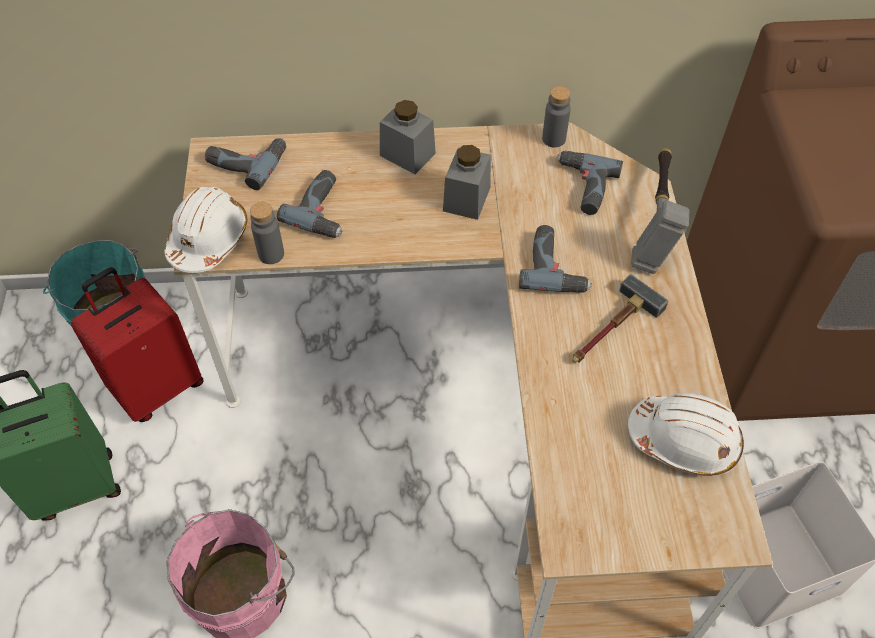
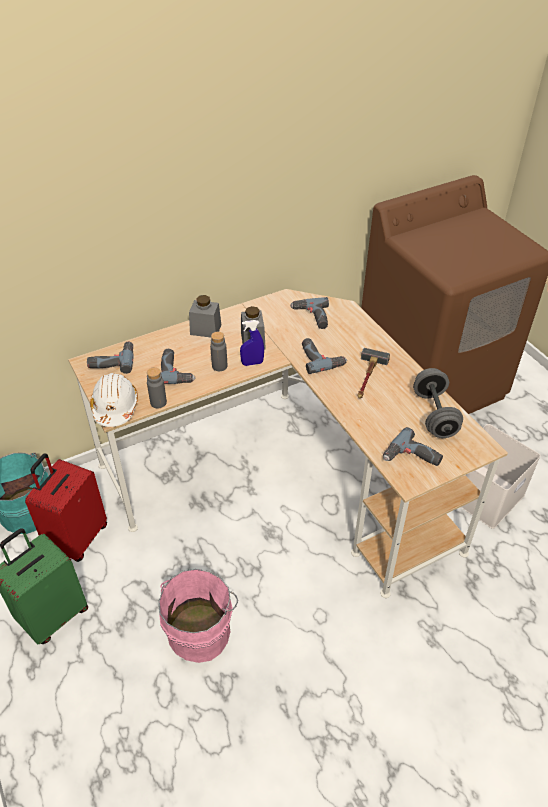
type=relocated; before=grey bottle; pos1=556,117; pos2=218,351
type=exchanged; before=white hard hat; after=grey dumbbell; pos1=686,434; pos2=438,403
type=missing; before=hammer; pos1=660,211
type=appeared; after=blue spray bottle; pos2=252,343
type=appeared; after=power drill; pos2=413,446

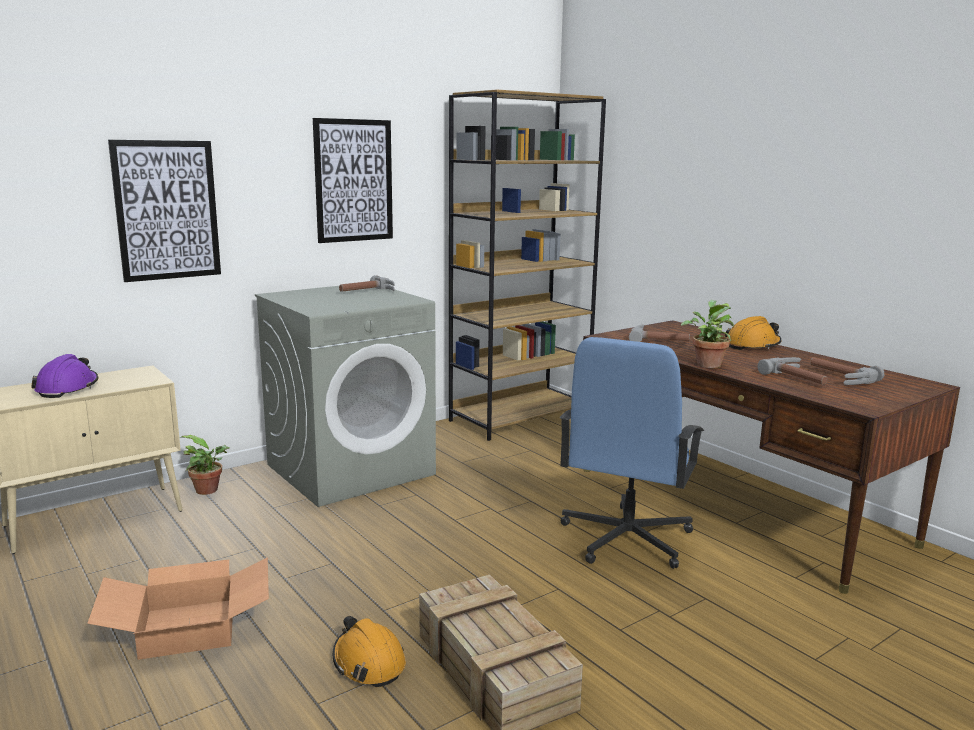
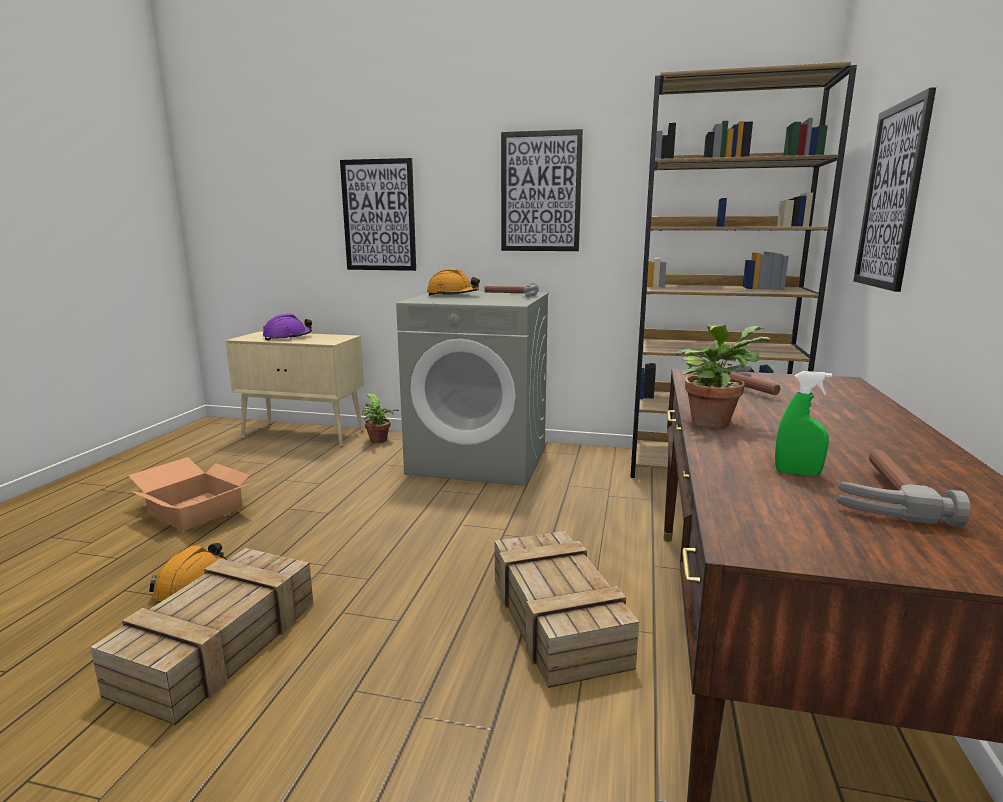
type=exchanged; before=blue office chair; after=crate; pos1=632,453; pos2=567,609
type=relocated; before=orange hard hat; pos1=752,333; pos2=453,282
type=exchanged; before=hammer; after=green spray bottle; pos1=792,370; pos2=803,423
type=appeared; after=picture; pos2=894,189

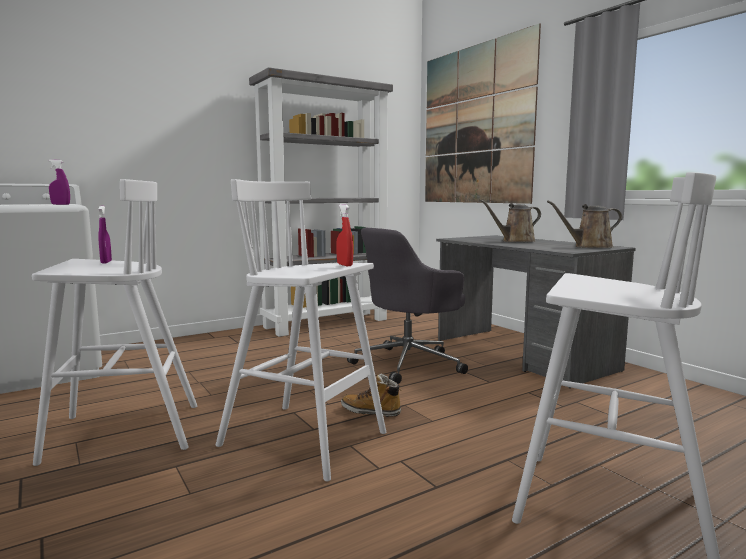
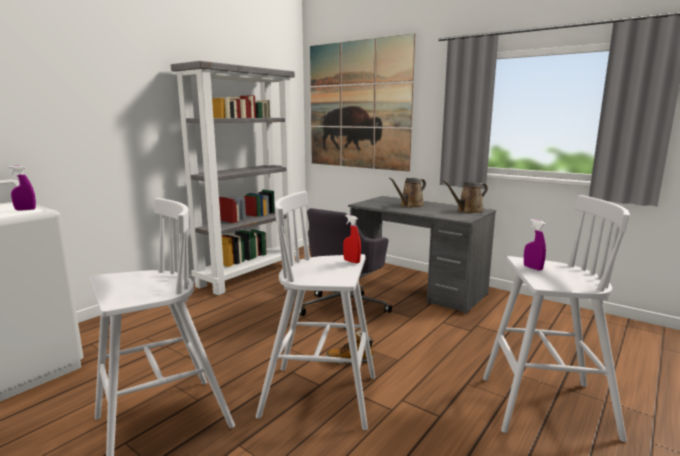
type=relocated; before=purple spray bottle; pos1=105,235; pos2=535,245

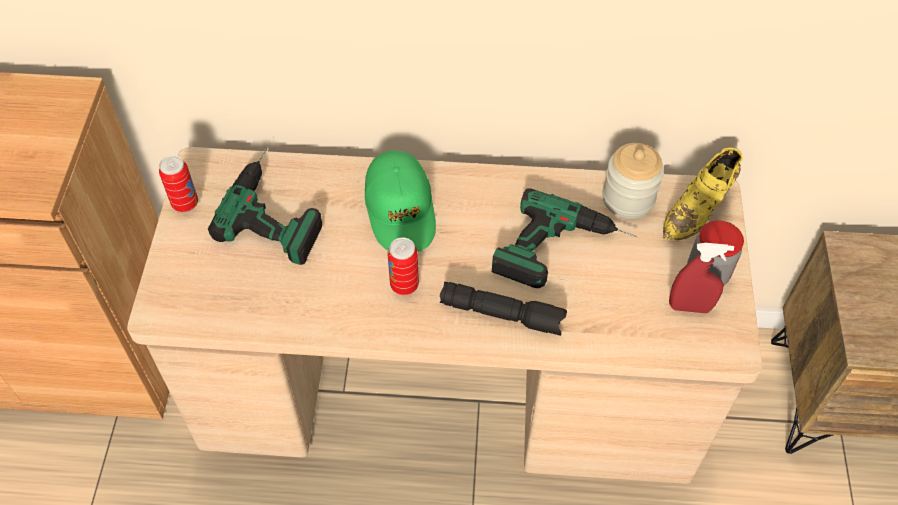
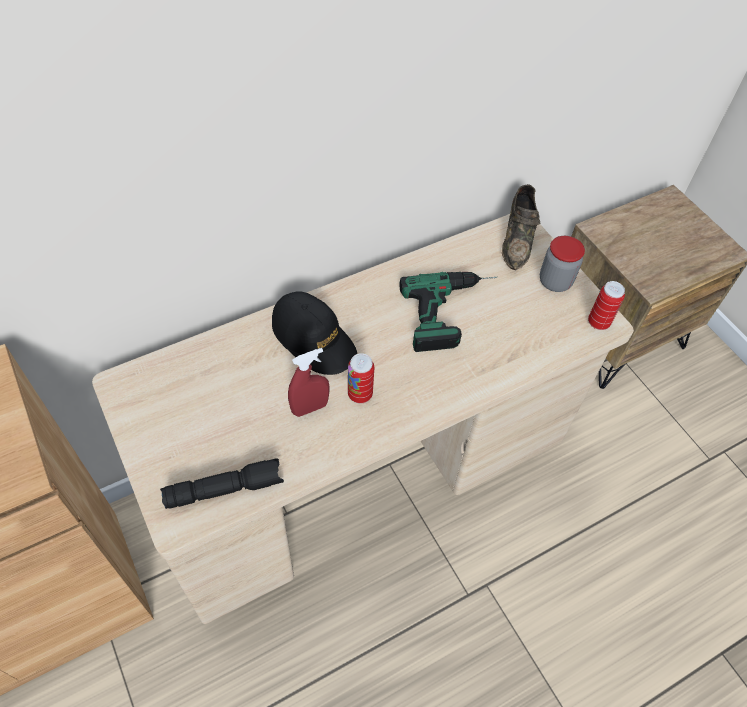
type=relocated; before=can; pos1=178,184; pos2=606,305
type=missing; before=power drill; pos1=265,206
type=colour; before=green cap; after=black cap; pos1=400,201; pos2=314,333
type=relocated; before=black flashlight; pos1=503,309; pos2=222,483
type=missing; before=jar; pos1=633,181
type=colour; before=yellow shoe; after=brown shoe; pos1=703,193; pos2=521,227
type=relocated; before=red spray bottle; pos1=701,278; pos2=309,382

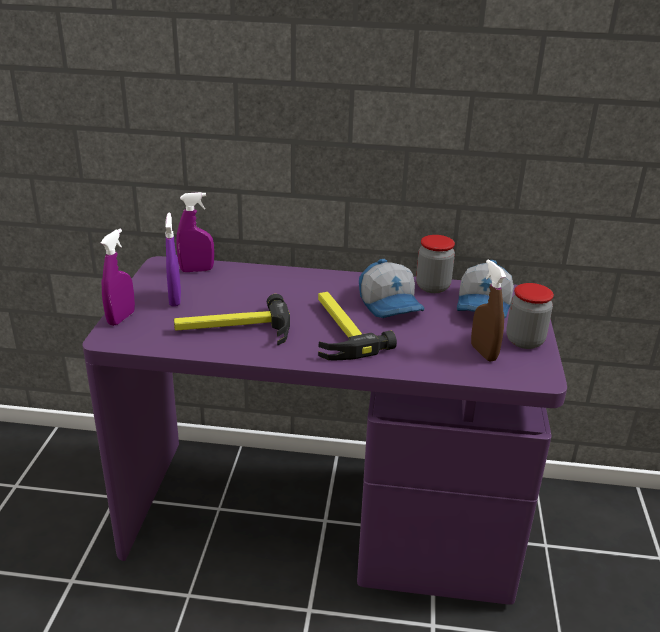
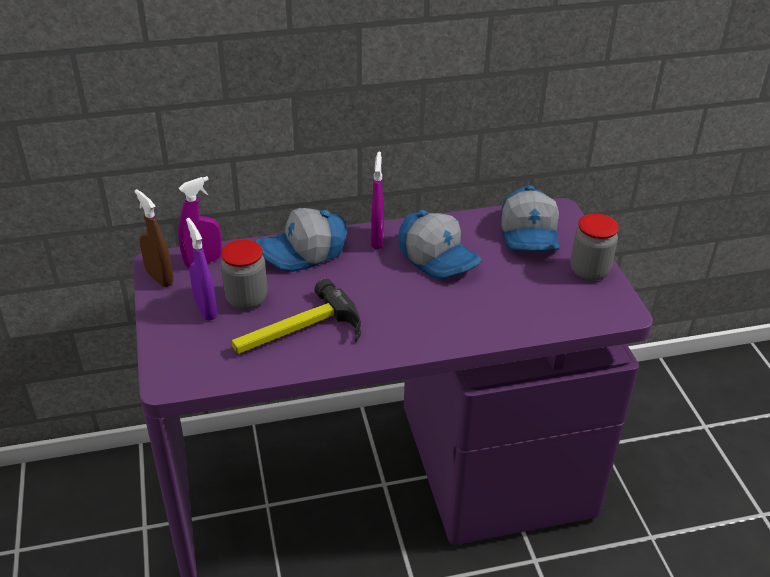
type=relocated; before=purple spray bottle; pos1=118,277; pos2=377,200
type=missing; before=hammer; pos1=357,326
type=relocated; before=jar; pos1=435,264; pos2=244,274
type=relocated; before=brown spray bottle; pos1=488,310; pos2=153,238
type=appeared; after=cap; pos2=301,240

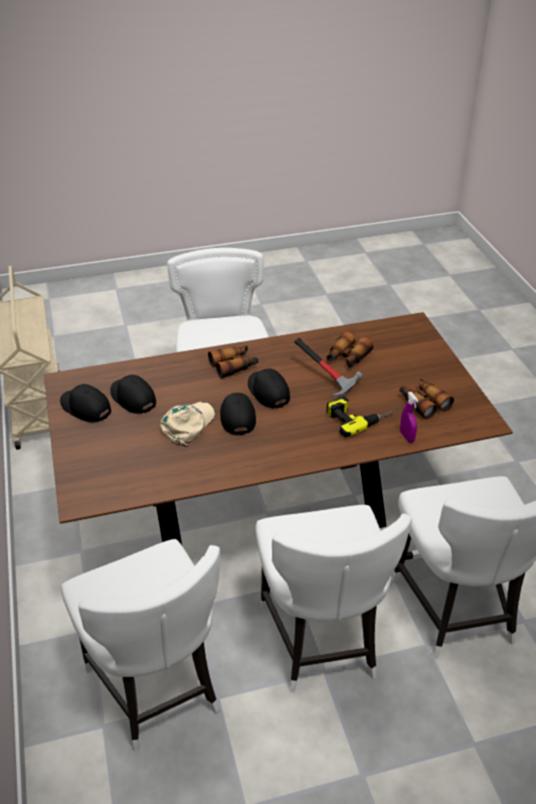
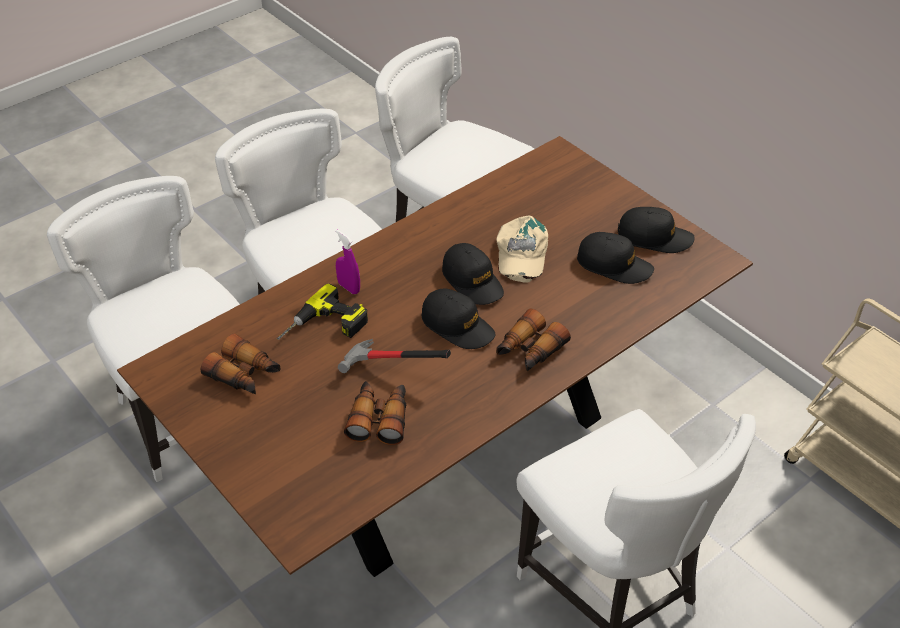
type=relocated; before=purple spray bottle; pos1=409,417; pos2=348,262

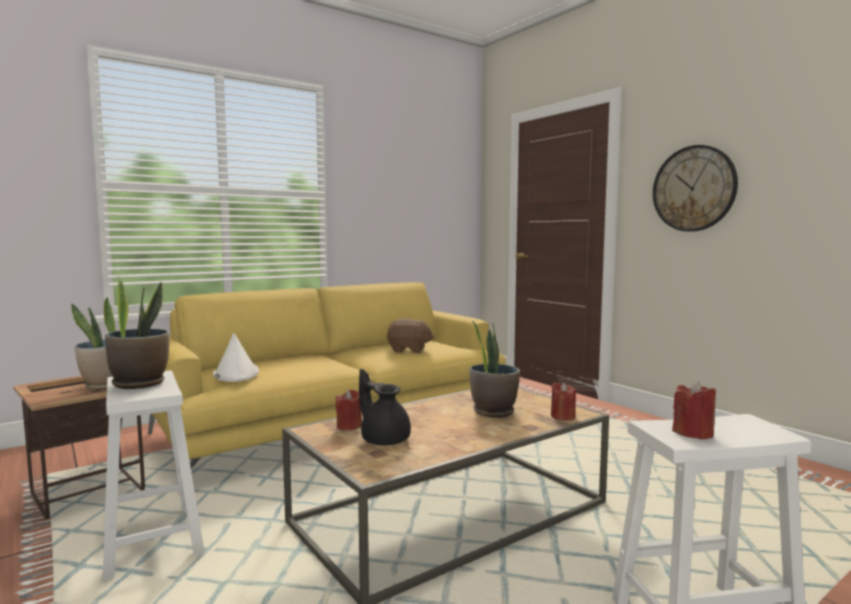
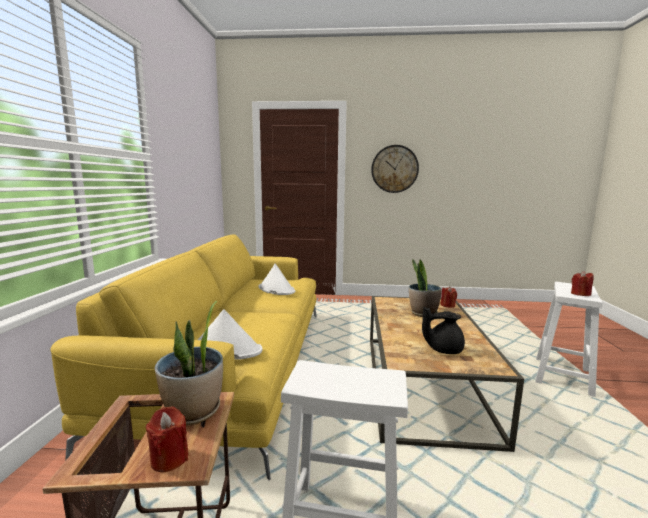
type=missing; before=potted plant; pos1=137,332
type=relocated; before=red candle; pos1=348,410; pos2=167,439
type=exchanged; before=brown plush toy; after=white hat; pos1=410,336; pos2=277,279

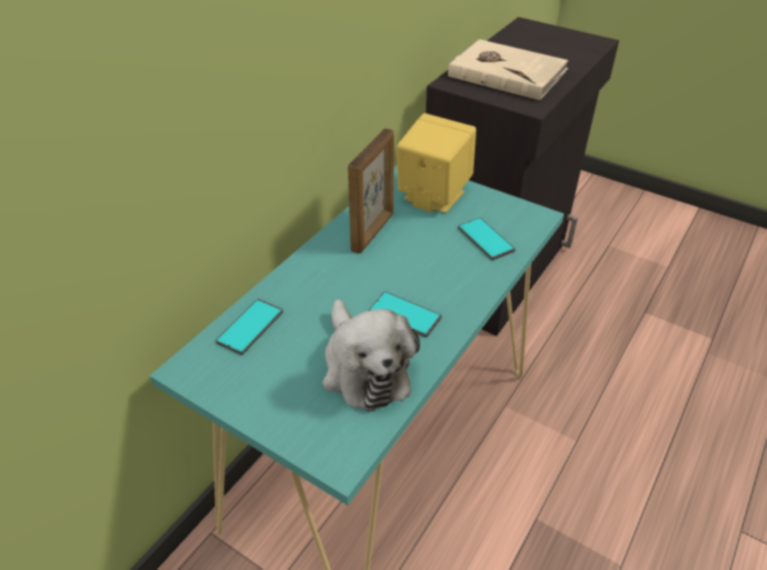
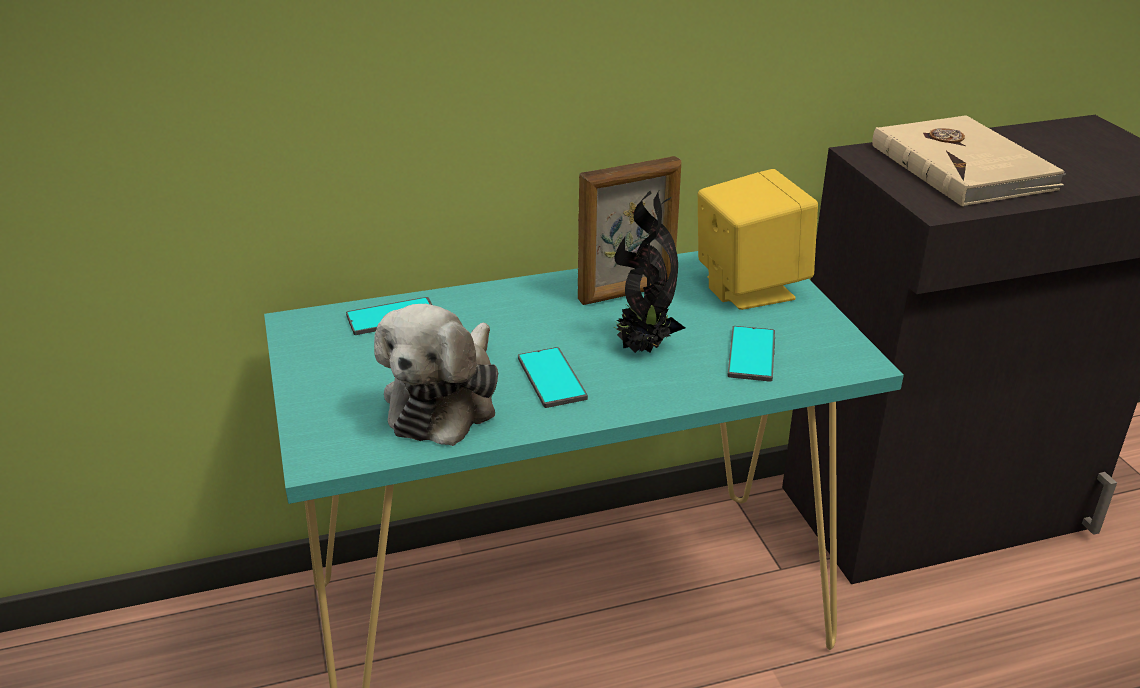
type=appeared; after=potted plant; pos2=649,271

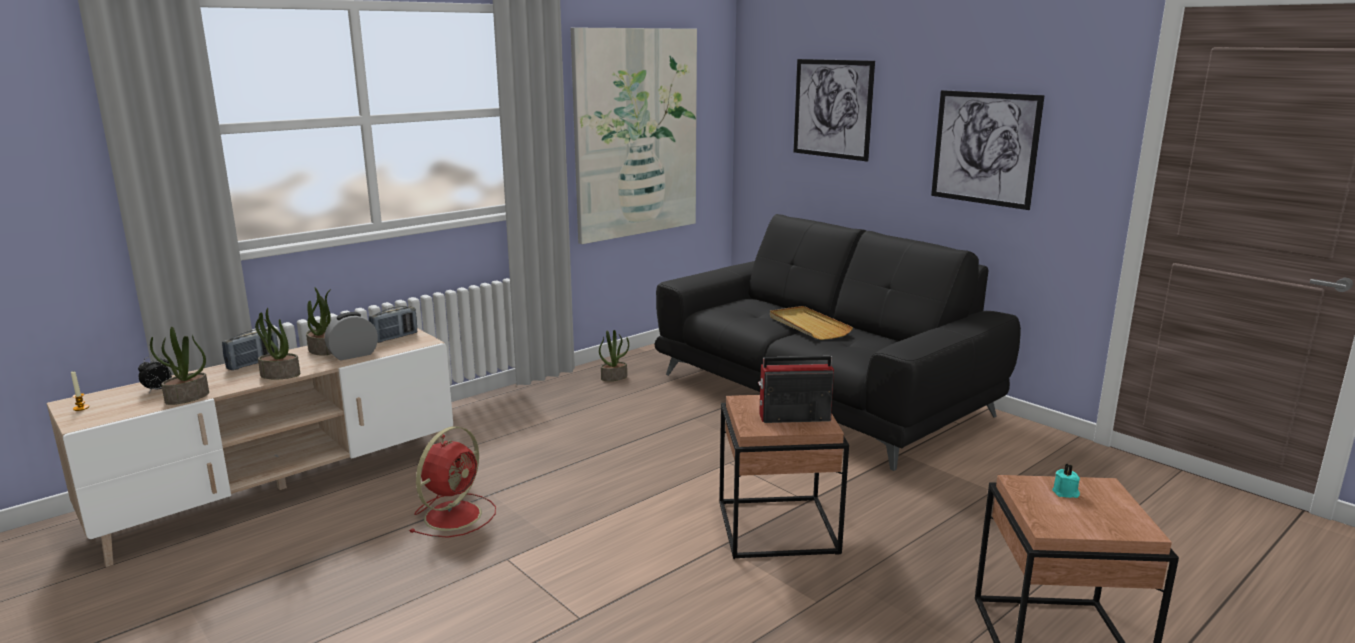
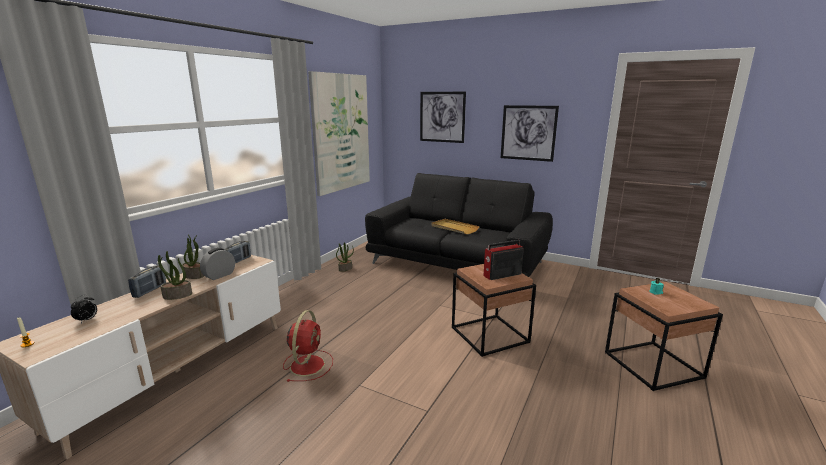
type=missing; before=potted plant; pos1=179,366

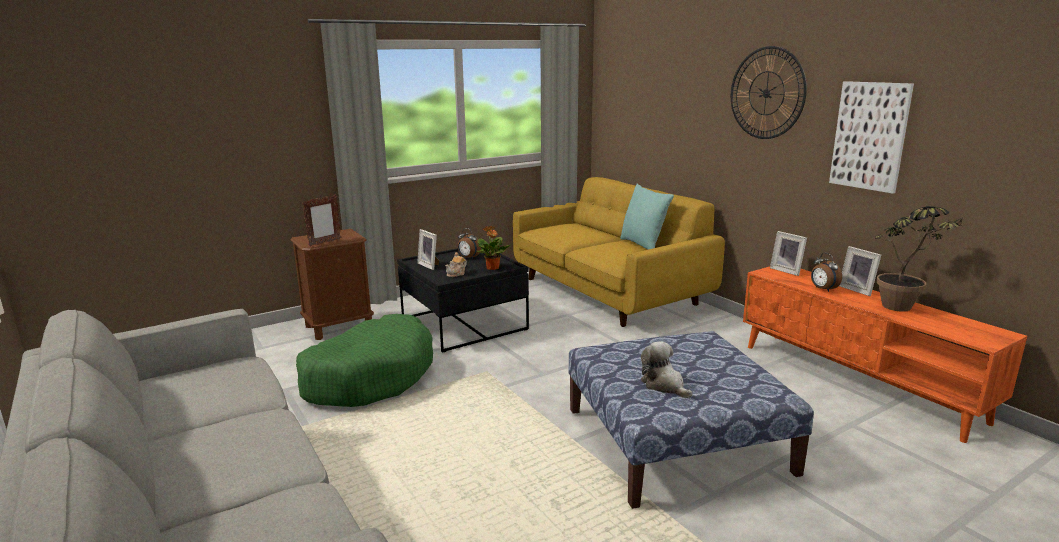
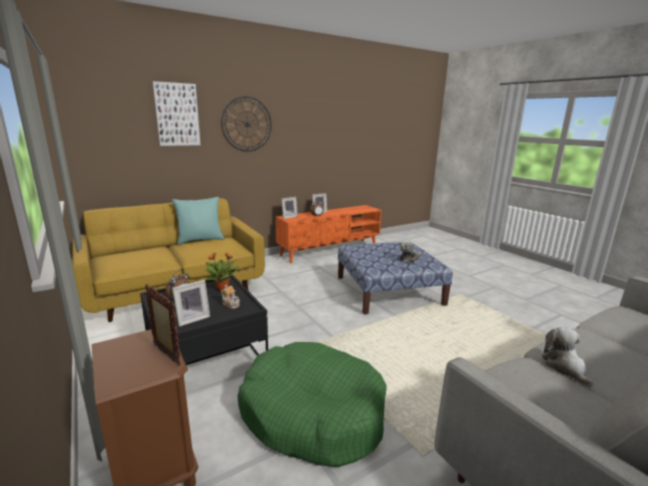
type=relocated; before=picture; pos1=871,137; pos2=176,113
type=missing; before=potted plant; pos1=919,259
type=appeared; after=plush toy; pos2=567,357

